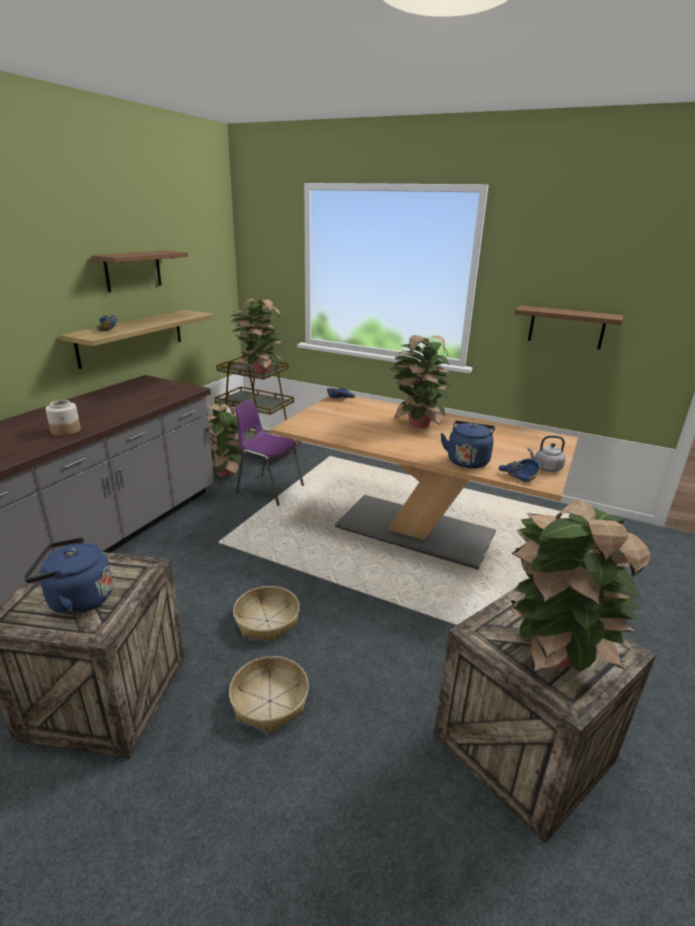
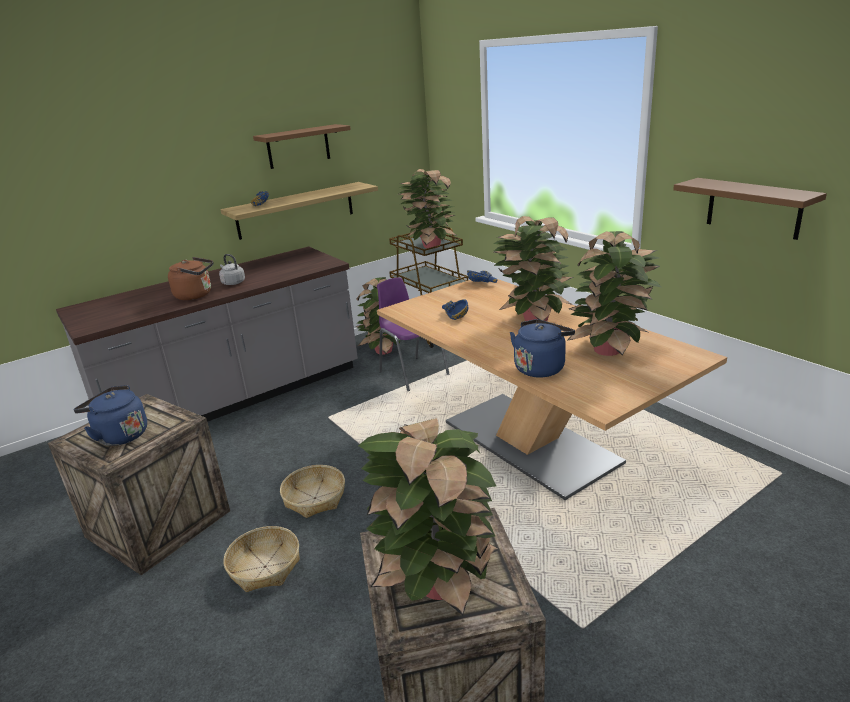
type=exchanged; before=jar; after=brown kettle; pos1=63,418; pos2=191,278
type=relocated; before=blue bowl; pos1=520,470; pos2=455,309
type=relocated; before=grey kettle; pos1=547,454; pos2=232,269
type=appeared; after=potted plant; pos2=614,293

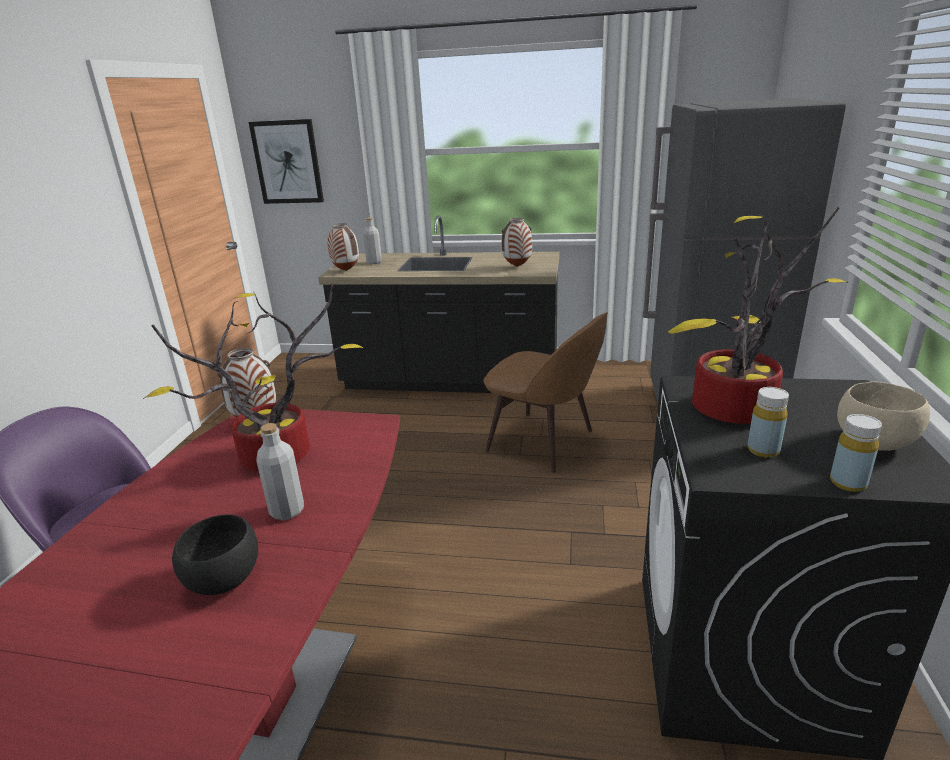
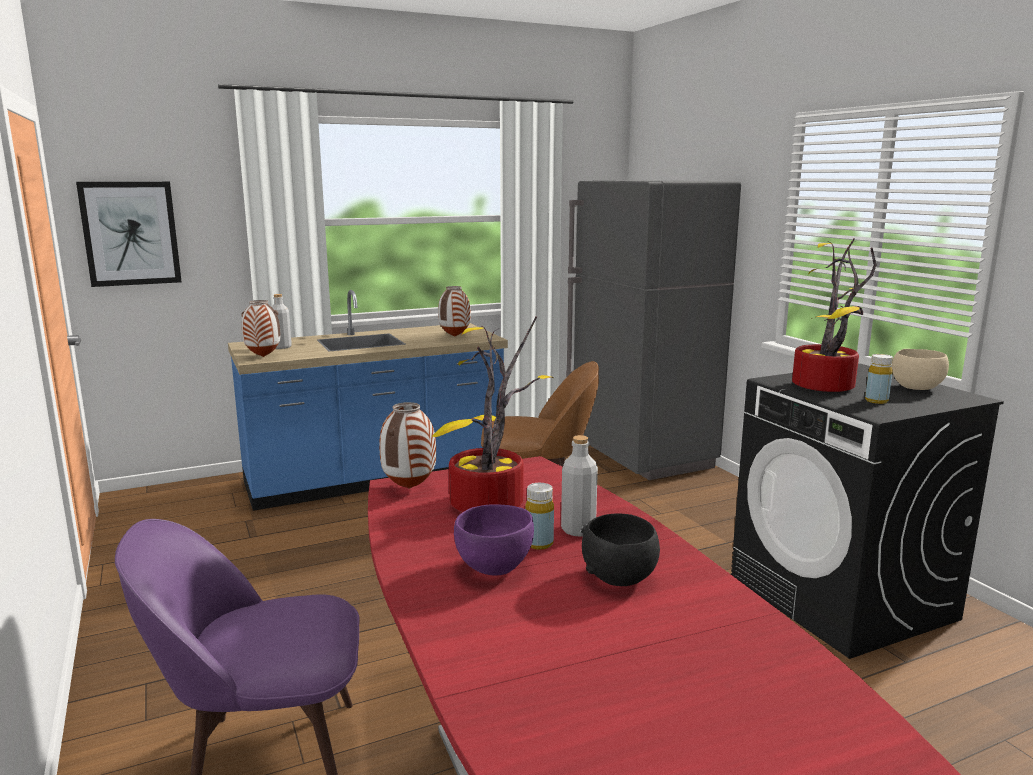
type=colour; before=black counter; after=blue counter; pos1=438,304; pos2=368,400
type=relocated; before=yellow bottle; pos1=856,453; pos2=539,516
type=appeared; after=purple bowl; pos2=494,540

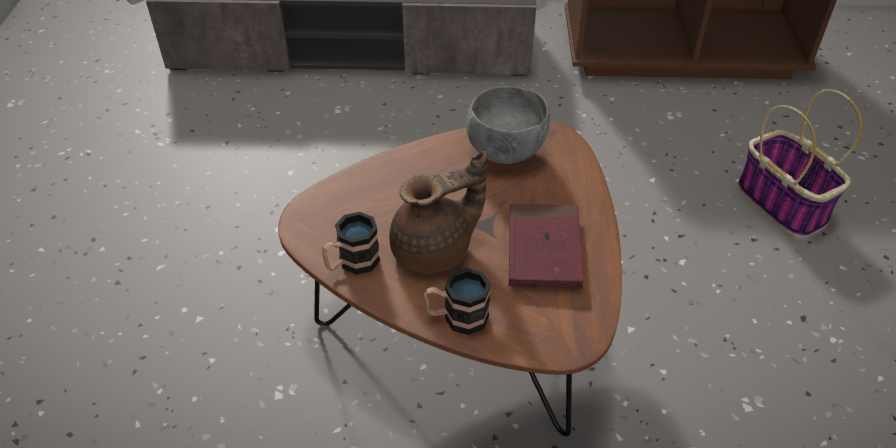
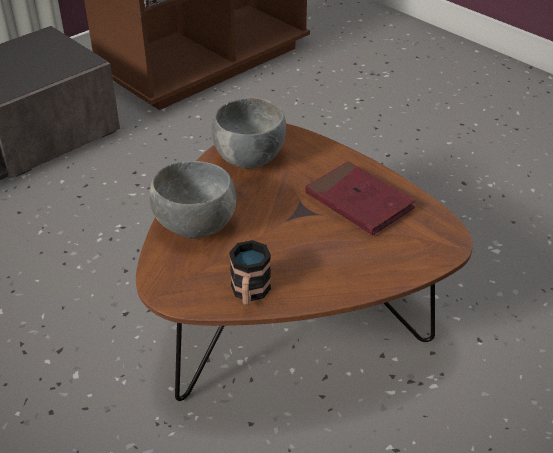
type=missing; before=brown teapot; pos1=438,212
type=missing; before=mug; pos1=457,301
type=missing; before=basket; pos1=800,163
type=appeared; after=grey bowl; pos2=192,200

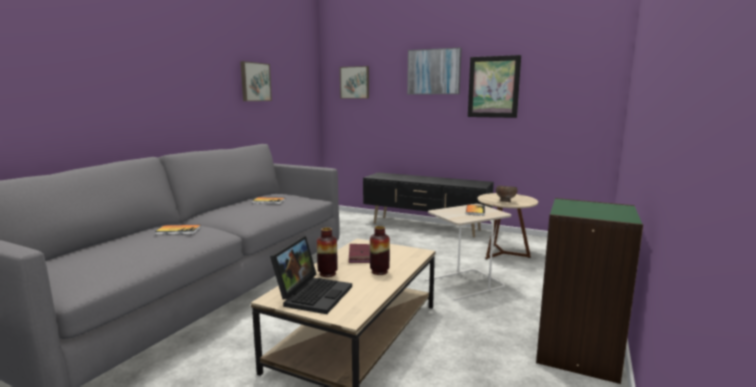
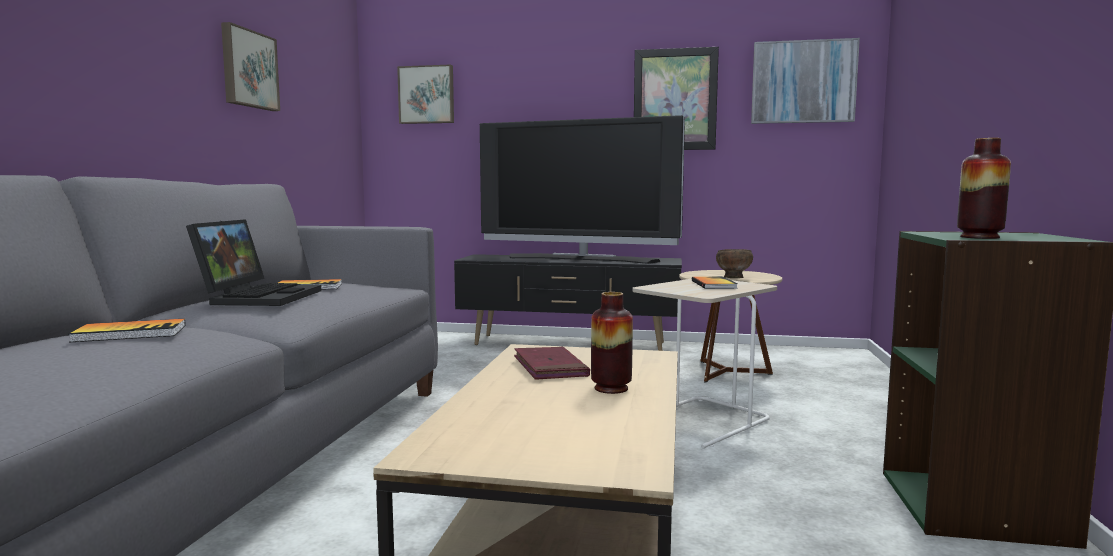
type=relocated; before=laptop; pos1=311,275; pos2=253,262
type=relocated; before=vase; pos1=327,252; pos2=984,188
type=relocated; before=picture; pos1=434,70; pos2=805,81
type=appeared; after=television; pos2=582,189

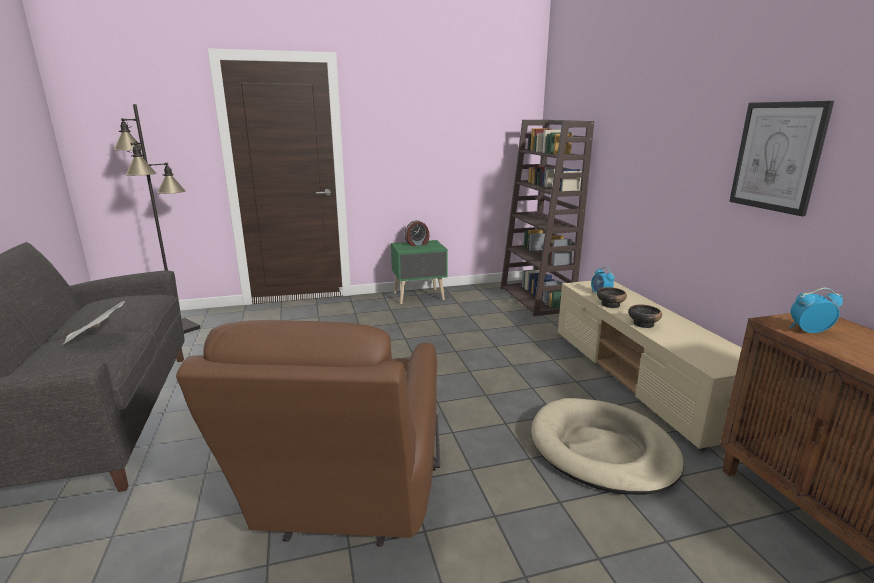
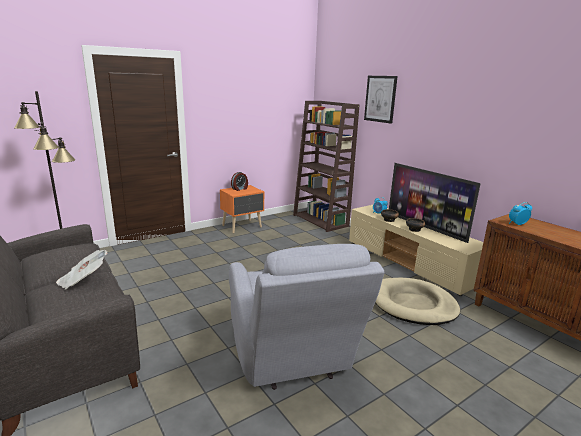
type=colour; before=brown armchair; after=grey armchair; pos1=308,433; pos2=307,317
type=colour; before=green nightstand; after=orange nightstand; pos1=419,272; pos2=242,209
type=relocated; before=picture; pos1=781,158; pos2=381,100
type=appeared; after=television; pos2=435,203

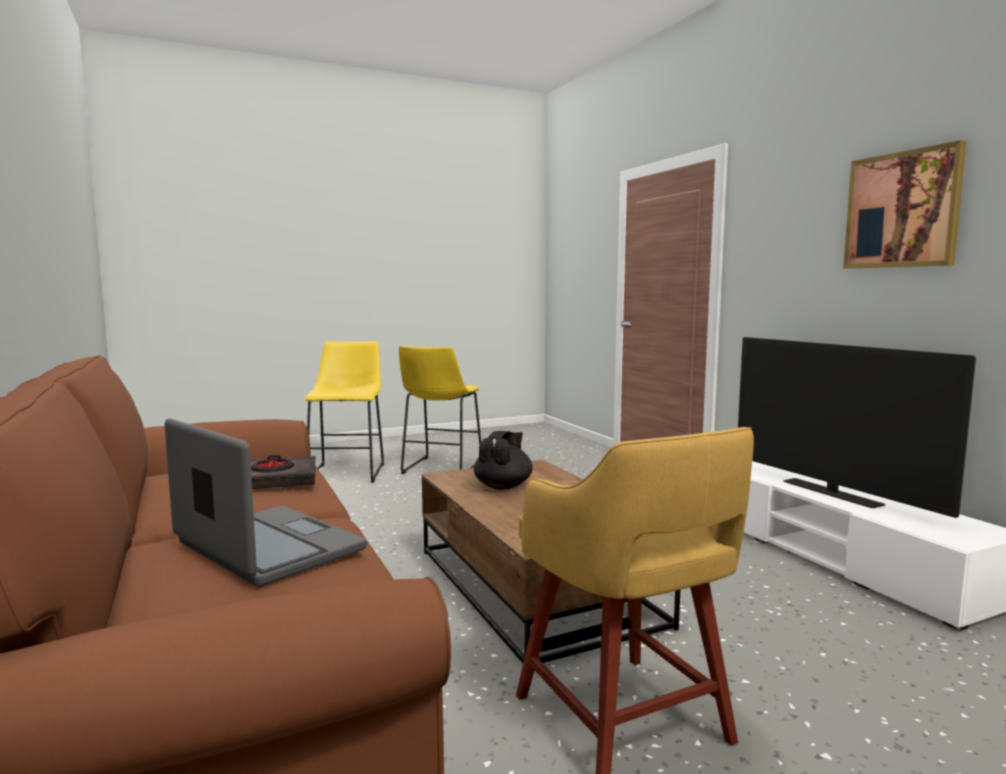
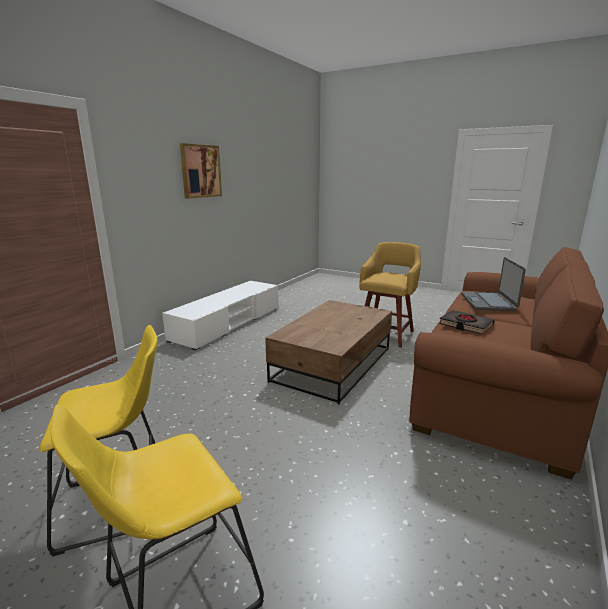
type=missing; before=black teapot; pos1=503,460
type=missing; before=television; pos1=857,427

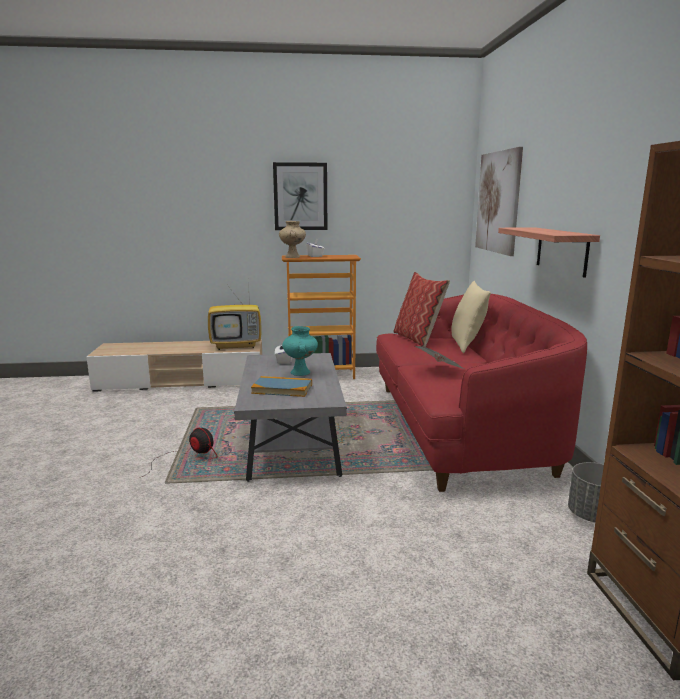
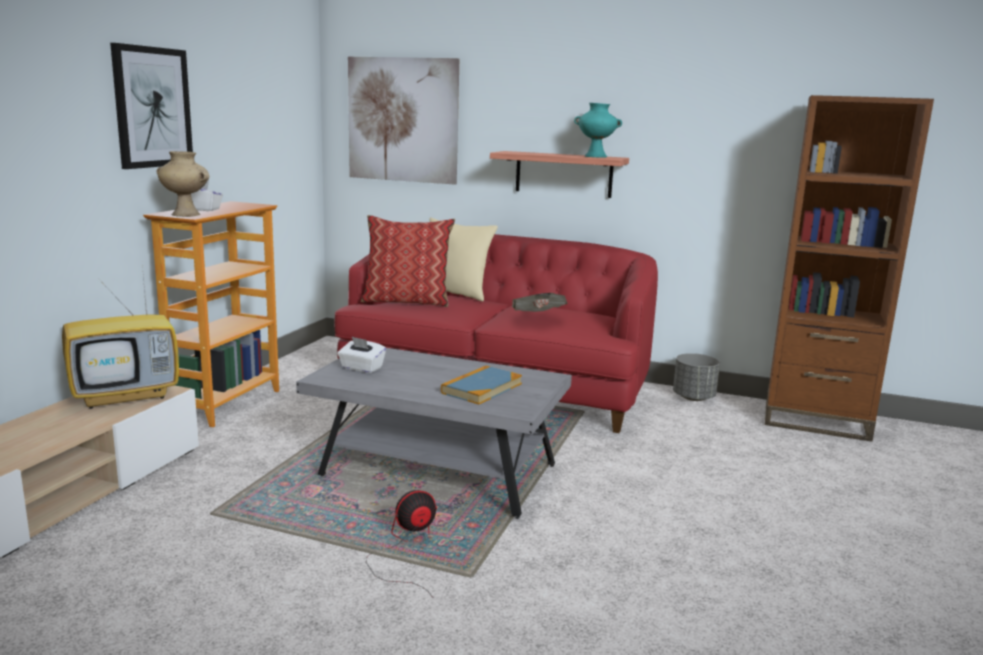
type=spun; before=television; pos1=234,315; pos2=120,337; turn=45
type=relocated; before=turquoise vase; pos1=300,351; pos2=598,130

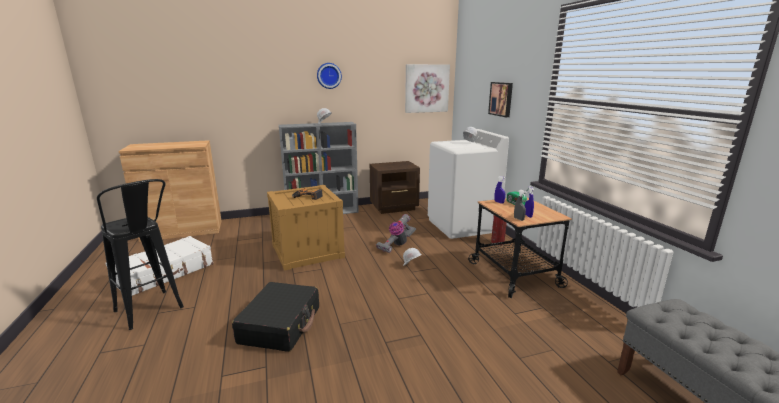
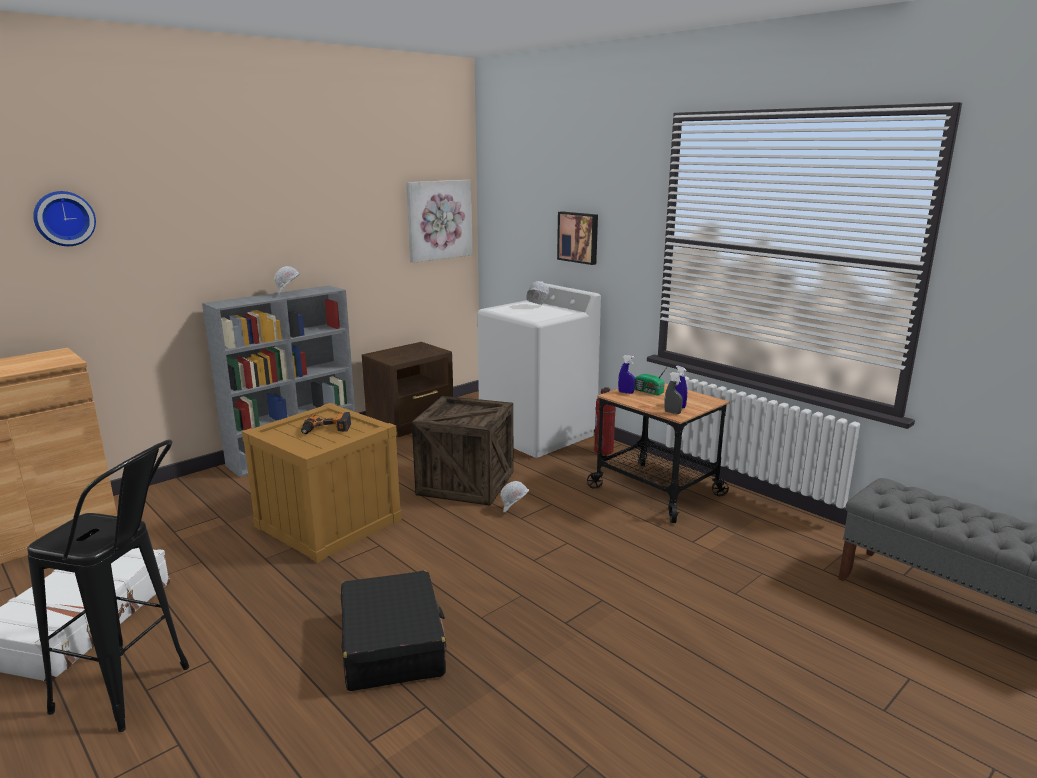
type=relocated; before=wall clock; pos1=329,76; pos2=64,218
type=exchanged; before=vacuum cleaner; after=crate; pos1=396,233; pos2=462,451

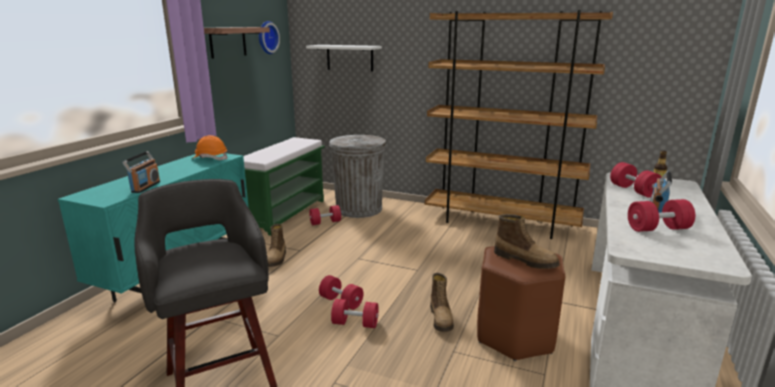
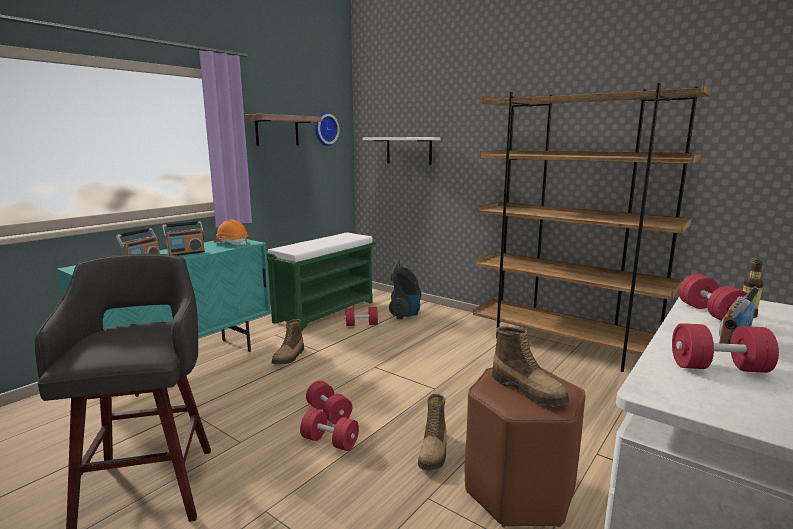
type=exchanged; before=grey trash can; after=vacuum cleaner; pos1=357,176; pos2=405,289
type=appeared; after=radio; pos2=183,238

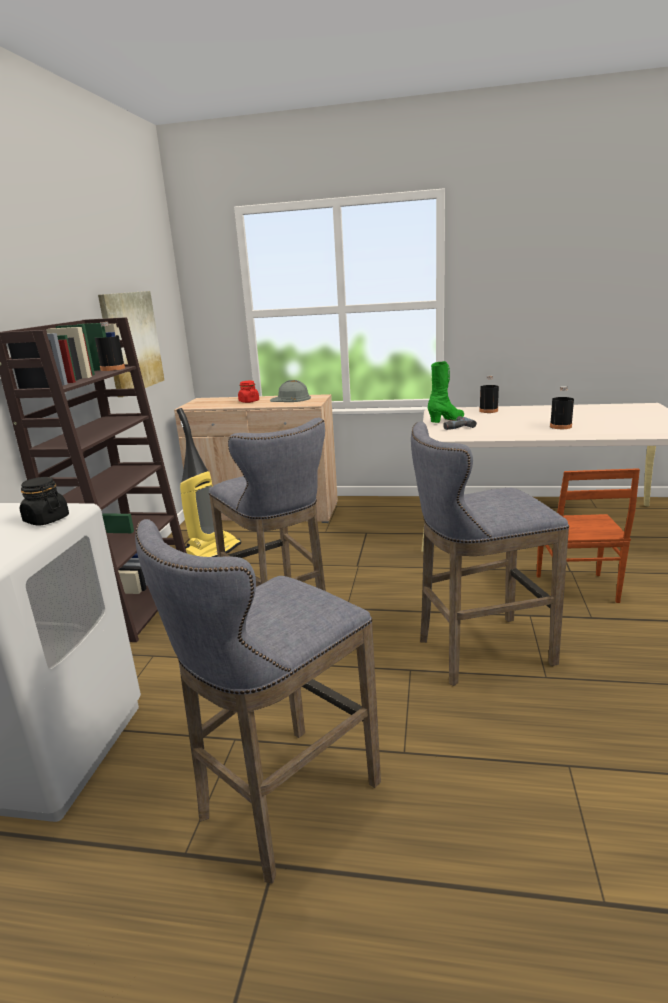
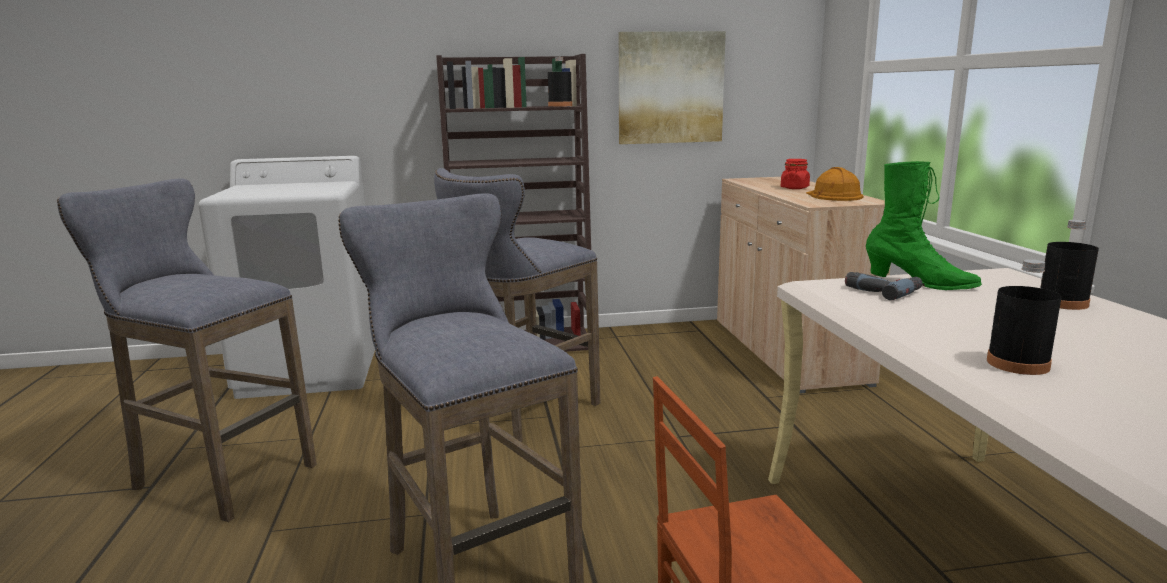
type=missing; before=black jar; pos1=44,501
type=missing; before=vacuum cleaner; pos1=209,482
type=colour; before=grey hard hat; after=orange hard hat; pos1=290,391; pos2=834,184

